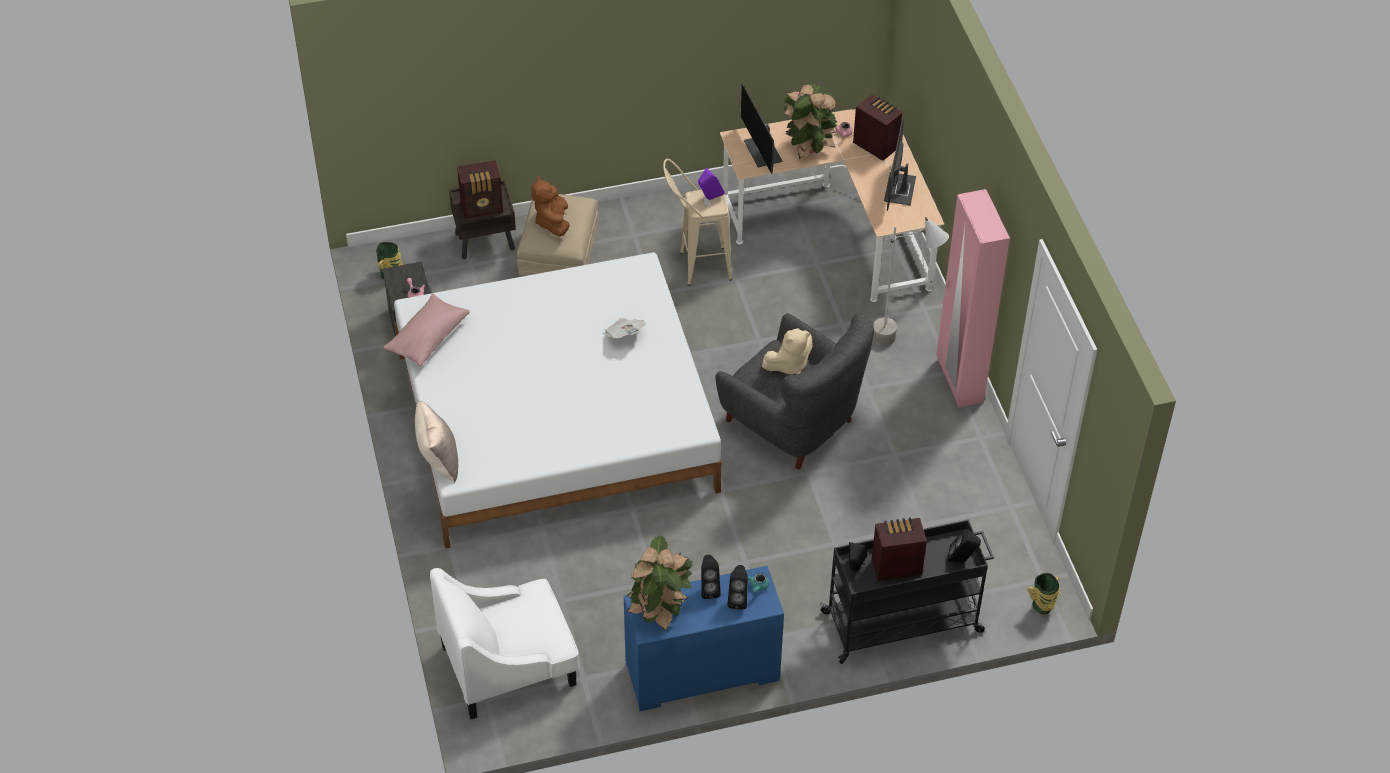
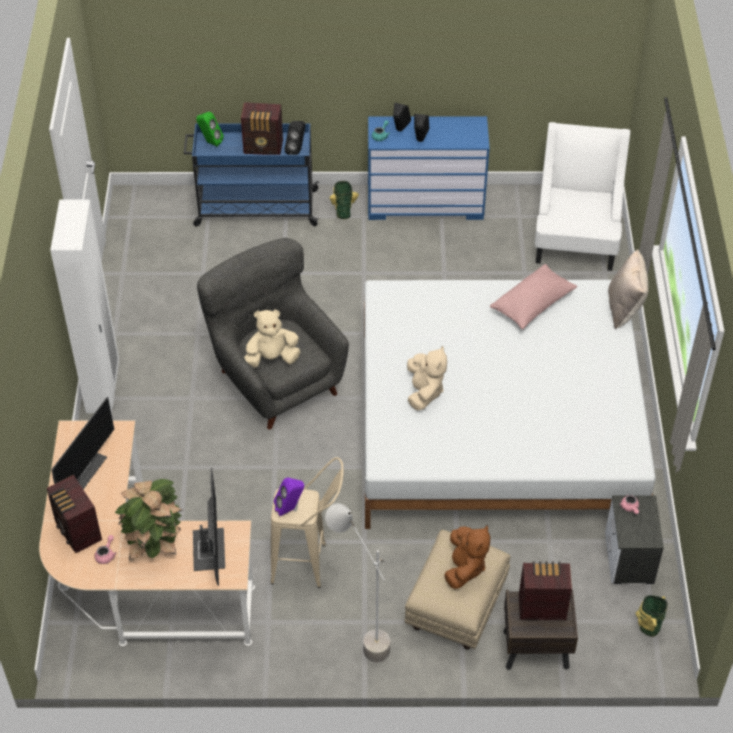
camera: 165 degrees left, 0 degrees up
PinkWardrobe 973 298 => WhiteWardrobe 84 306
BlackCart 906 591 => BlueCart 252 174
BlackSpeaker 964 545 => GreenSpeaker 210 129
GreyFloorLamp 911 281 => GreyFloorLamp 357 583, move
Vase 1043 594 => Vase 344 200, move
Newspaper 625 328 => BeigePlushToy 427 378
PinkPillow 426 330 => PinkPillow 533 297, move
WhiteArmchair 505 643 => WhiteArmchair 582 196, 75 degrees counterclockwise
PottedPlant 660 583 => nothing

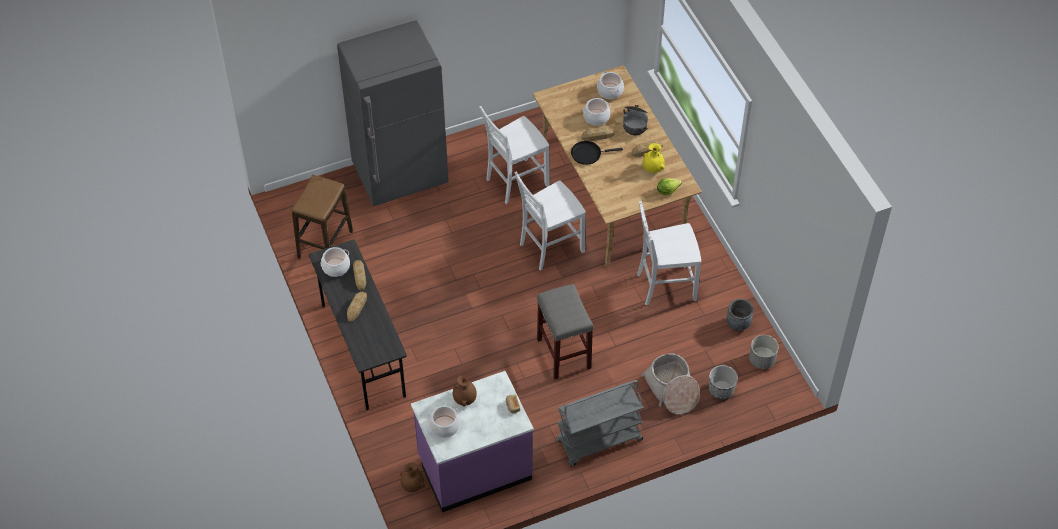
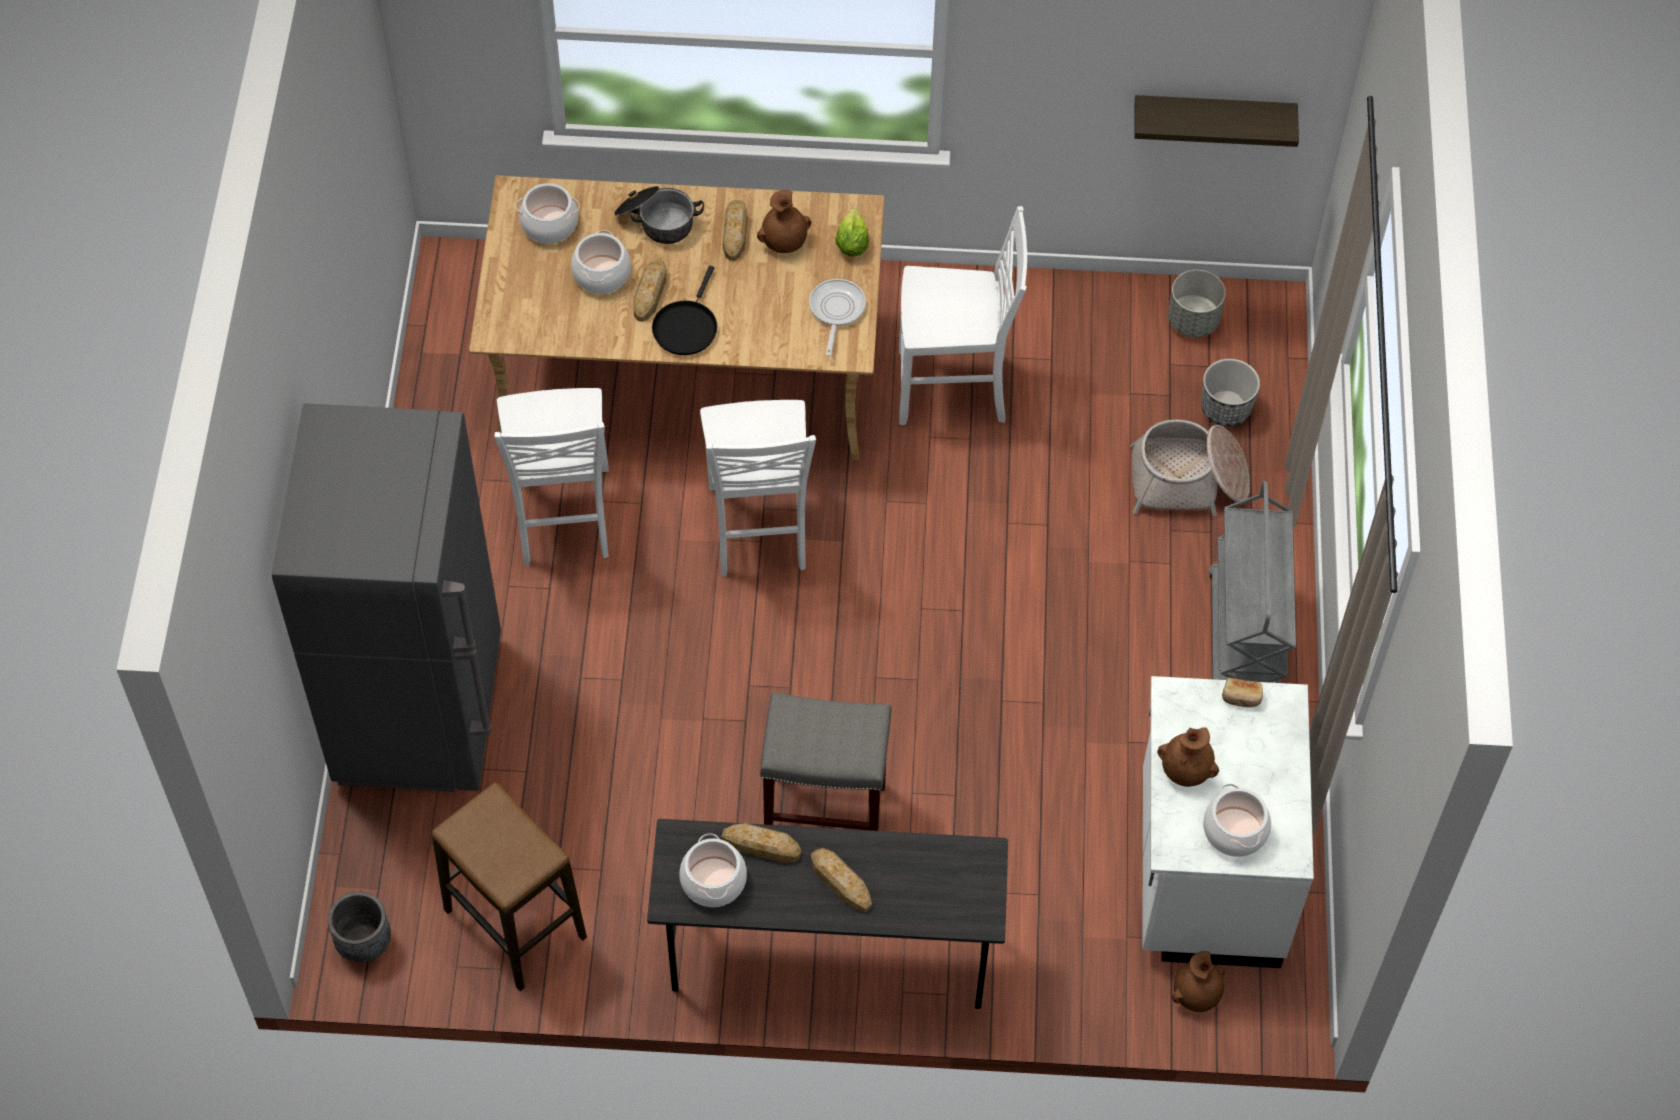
camera: 65 degrees left, 5 degrees up
GreyPlanter 740 315 => GreyPlanter 359 926, move
YellowVase 654 158 => BrownVase 784 221
GreyStool 565 331 => GreyStool 825 761, move
nothing => FryingPan 837 317
WhiteChair 669 253 => WhiteChair 963 315, 105 degrees counterclockwise
nothing => Shelf 1216 121
PurpleCounter 472 441 => WhiteCounter 1228 822

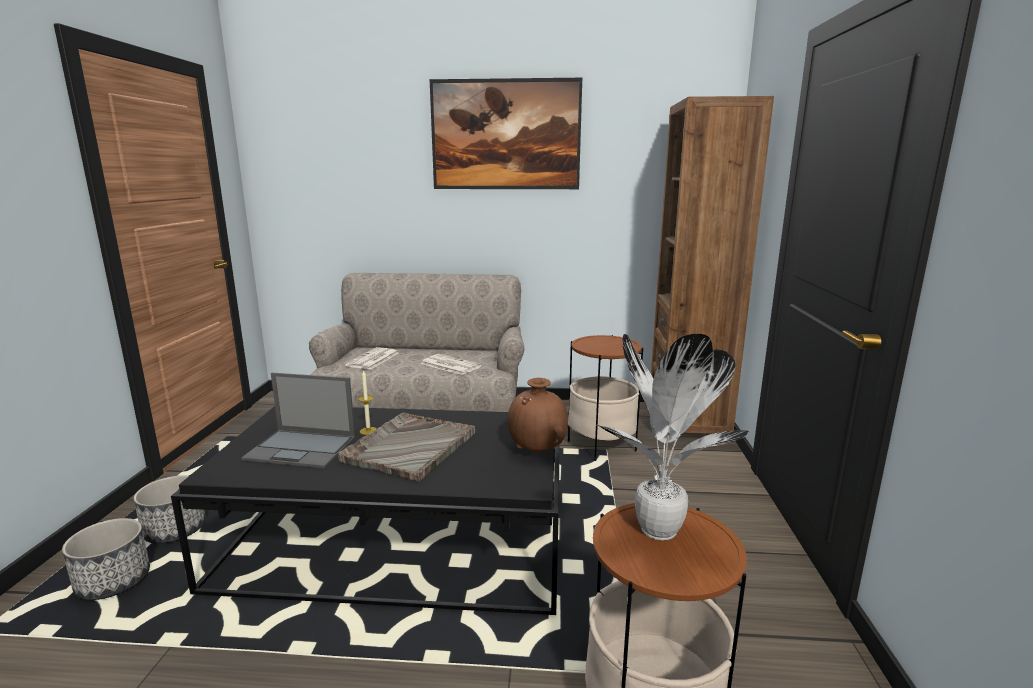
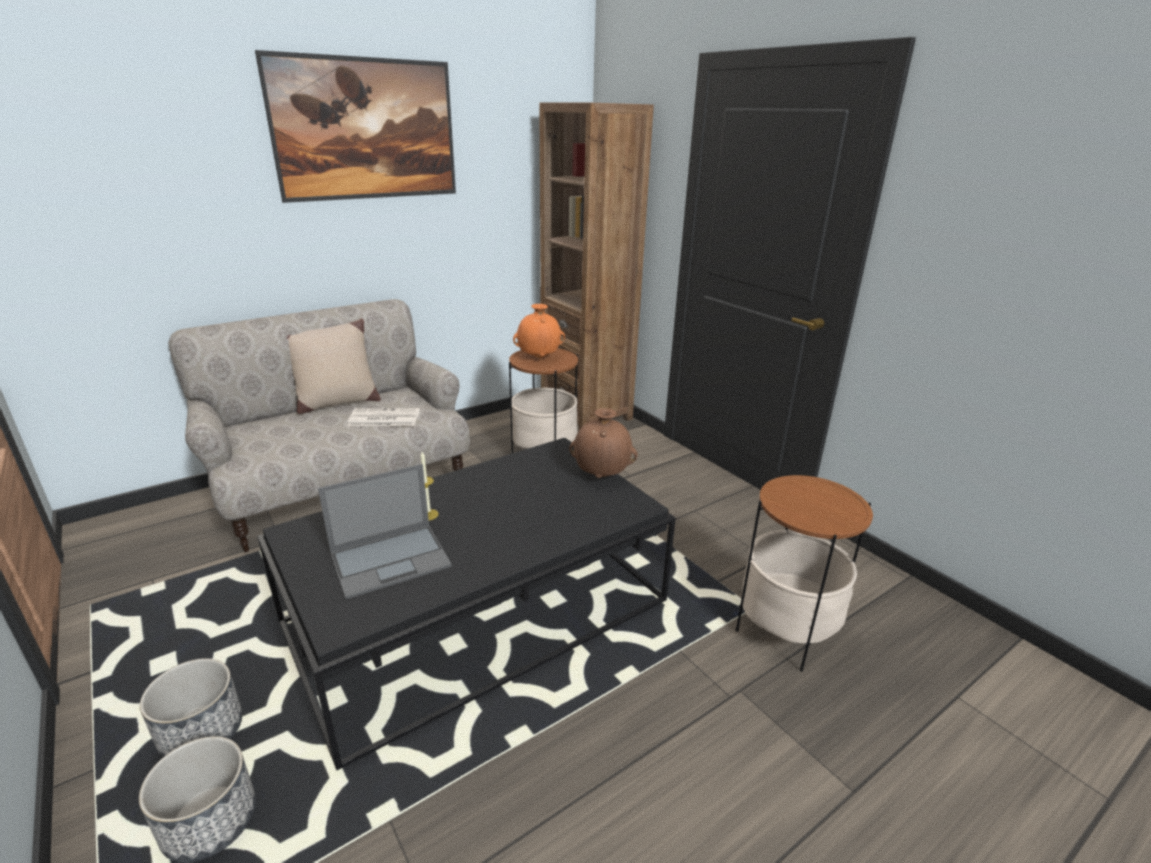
camera: 40 degrees left, 10 degrees up
nothing => BeigePillow 334 366
nothing => OrangeVase 539 331
GreyTray 406 447 => nothing
Newspaper 371 358 => nothing
PottedPlant 673 437 => nothing

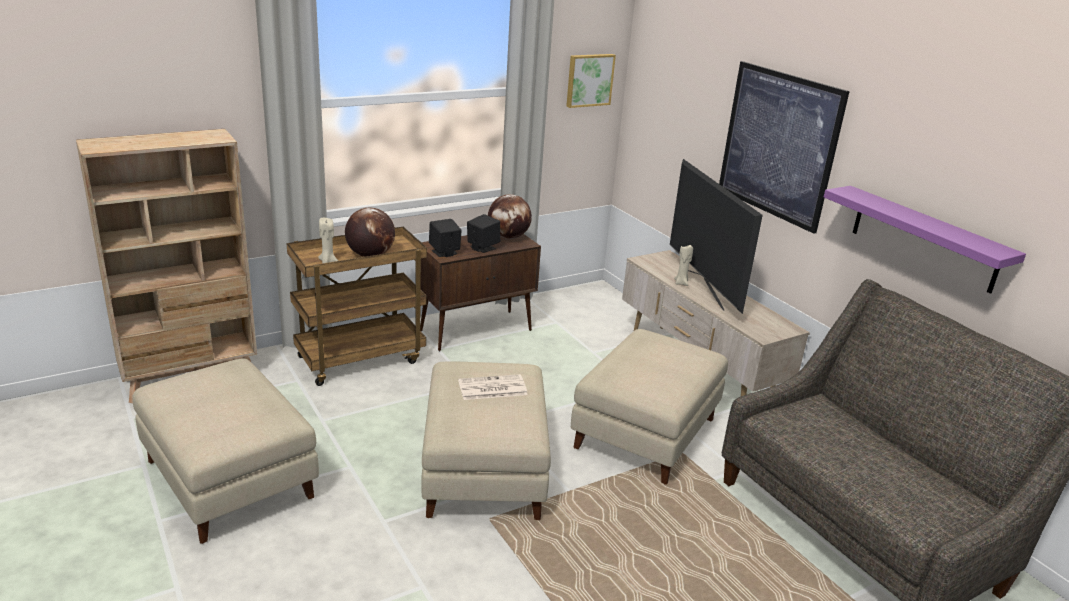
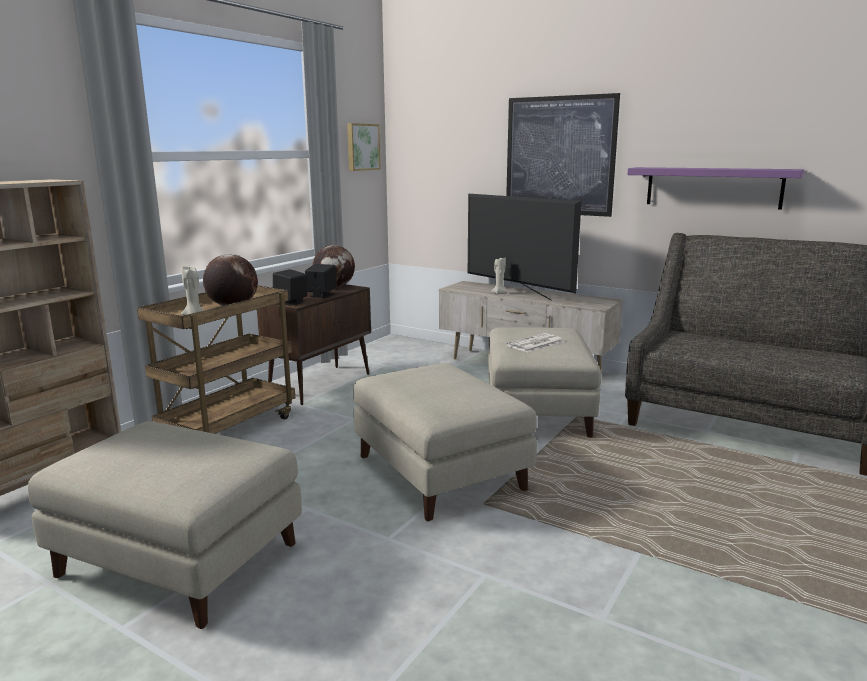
camera: 25 degrees left, 10 degrees down
Newspaper 493 387 => Newspaper 535 343, move

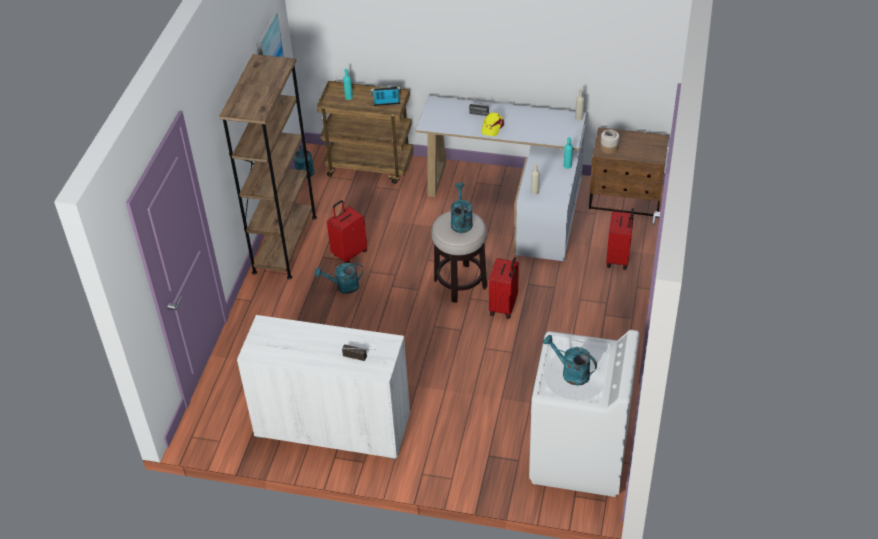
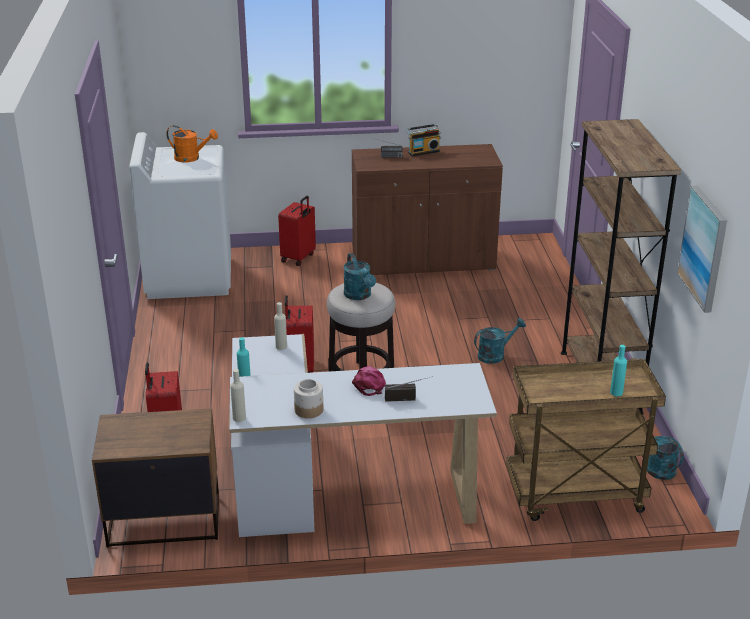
camera: 160 degrees right, 15 degrees down
TurquoiseWateringCan 570 360 => OrangeWateringCan 192 144
RedSuitcase 347 231 => RedSuitcase 297 231, move
Jar 609 141 => Jar 308 398, move
WhiteCabinet 323 387 => BrownCabinet 427 209
YellowCap 492 124 => PinkCap 369 381
Radio 386 95 => Radio 423 140, move

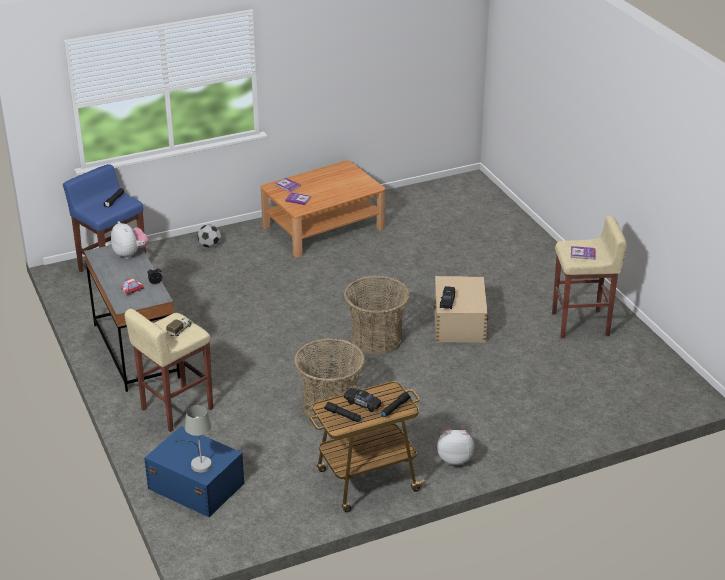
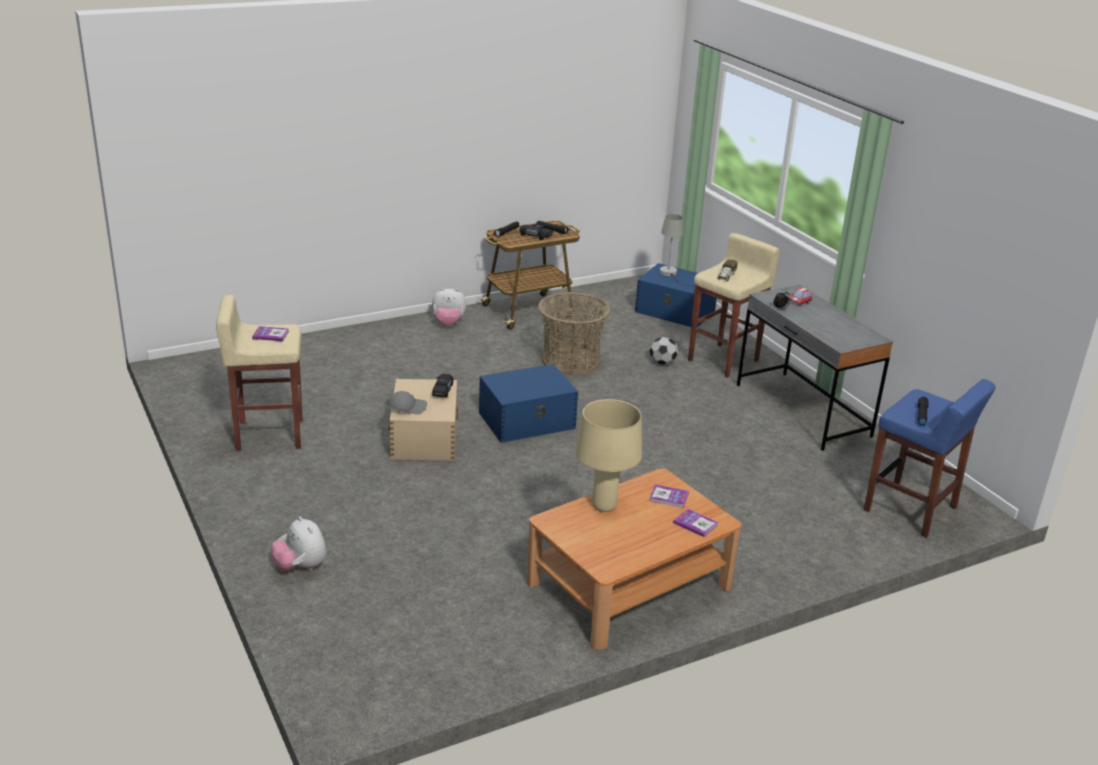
camera: 175 degrees right, 5 degrees down
PlushToy 130 240 => PlushToy 298 543, move
nothing => GreyCap 407 403
Basket 377 315 => BlueStorageBox 528 403
nothing => BeigeTableLamp 608 455
Football 209 236 => Football 664 351, move

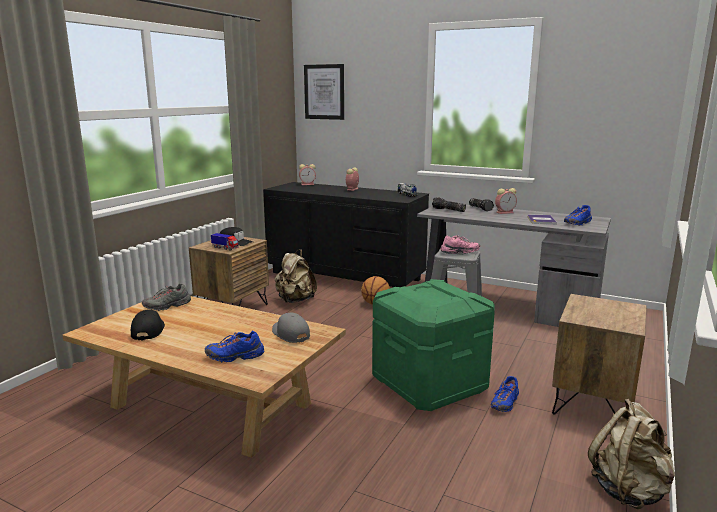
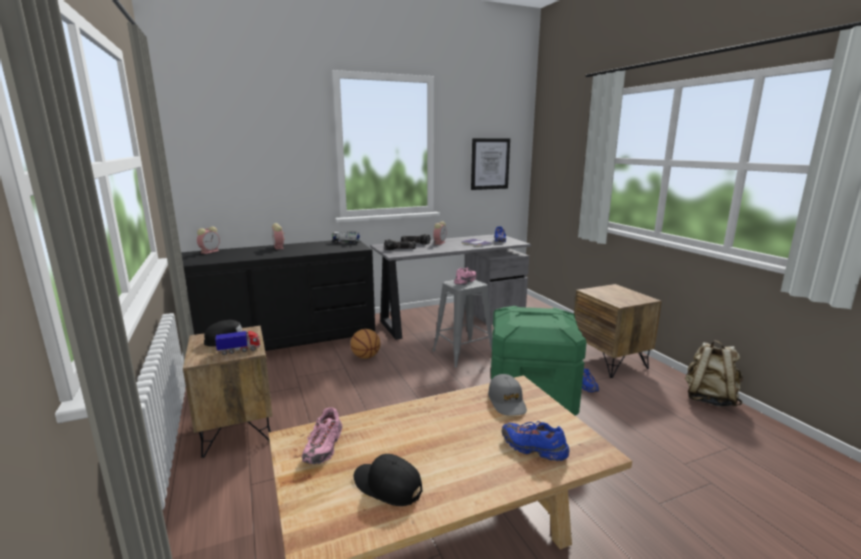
camera: 50 degrees left, 0 degrees up
GreyShoe 166 297 => PinkShoe 322 435
Picture 324 92 => Picture 490 164, move
GreyCap 291 328 => GreyCap 507 394, 105 degrees counterclockwise
BlueShoe 234 346 => BlueShoe 536 441, 90 degrees clockwise
BeigeBackpack 295 276 => nothing

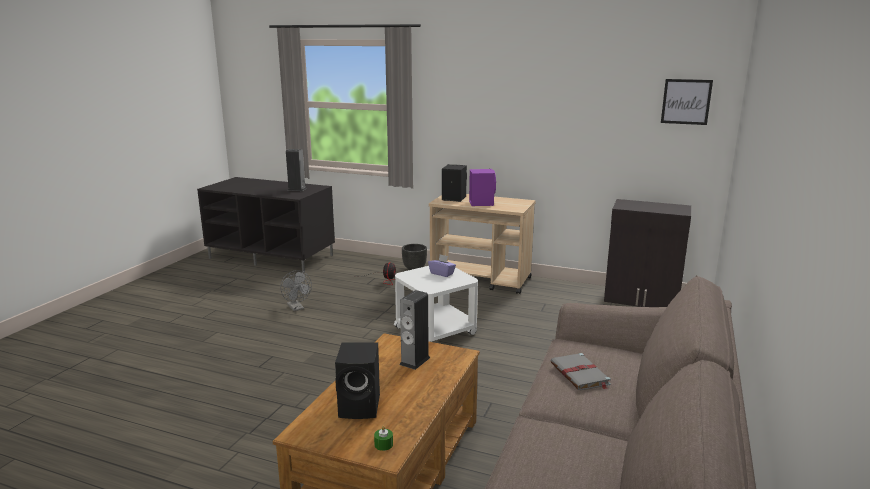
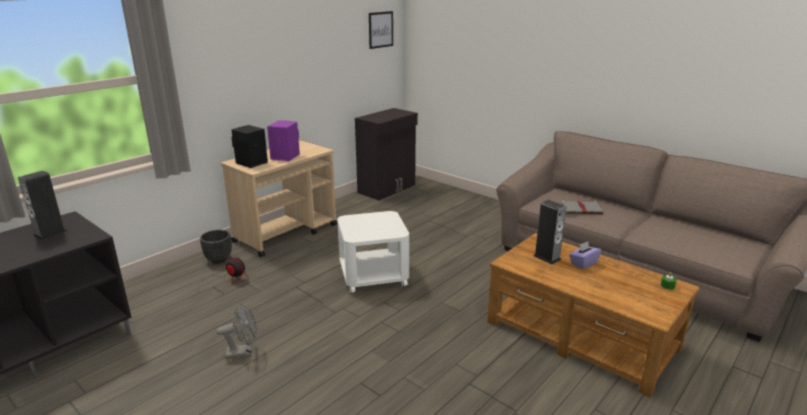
camera: 70 degrees left, 5 degrees up
PurpleTissueBox 442 265 => PurpleTissueBox 585 255, move
BlackSpeaker 357 380 => nothing

